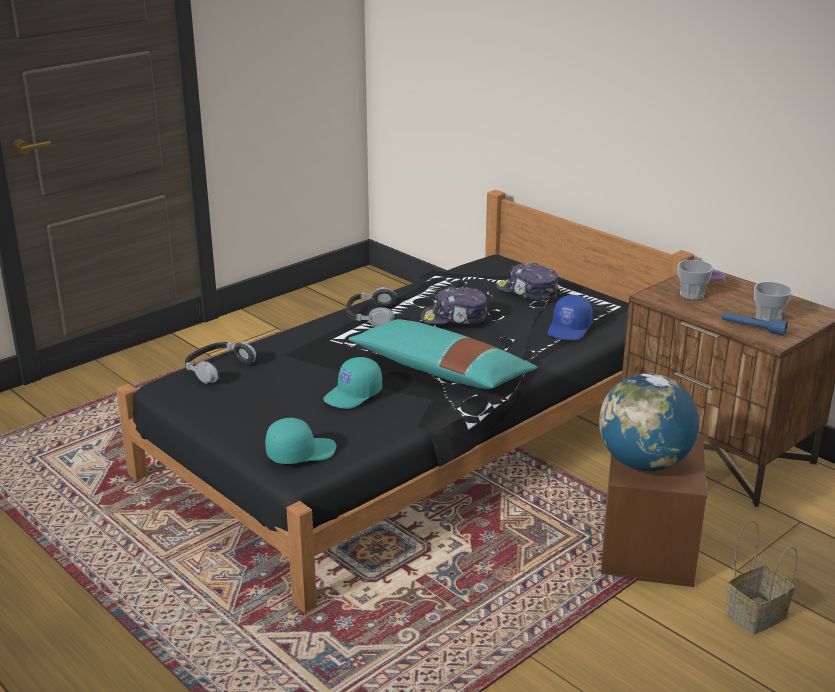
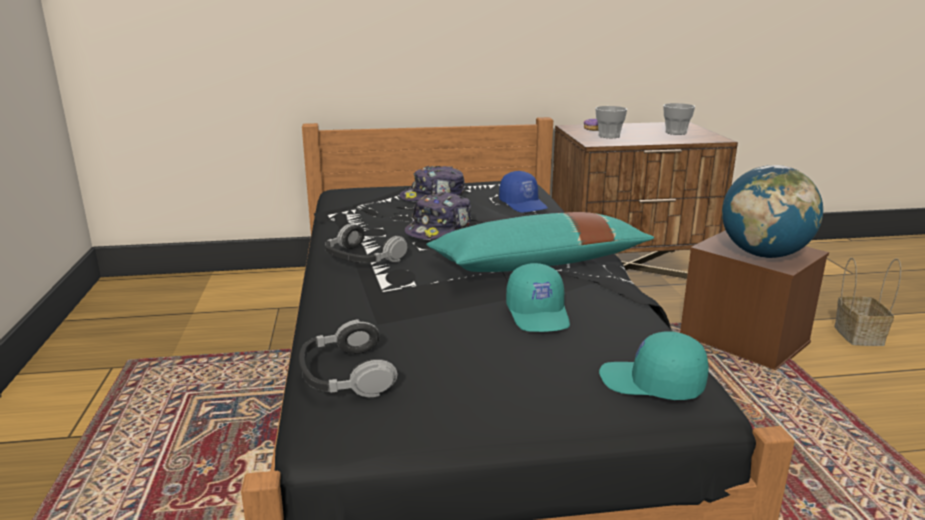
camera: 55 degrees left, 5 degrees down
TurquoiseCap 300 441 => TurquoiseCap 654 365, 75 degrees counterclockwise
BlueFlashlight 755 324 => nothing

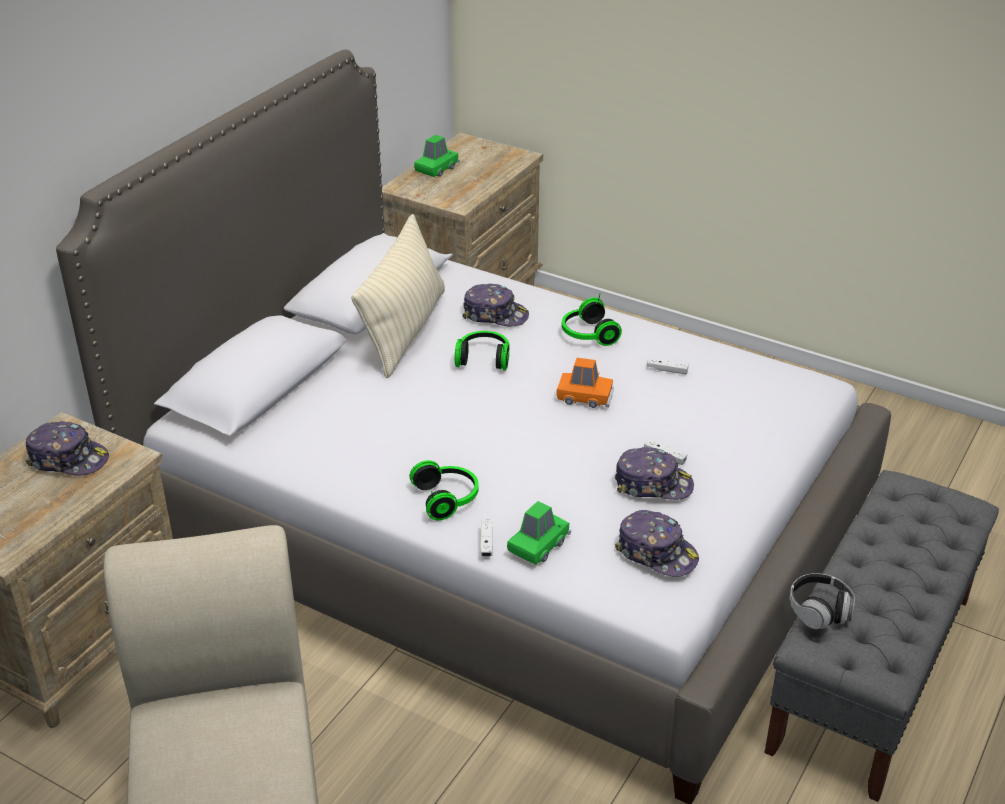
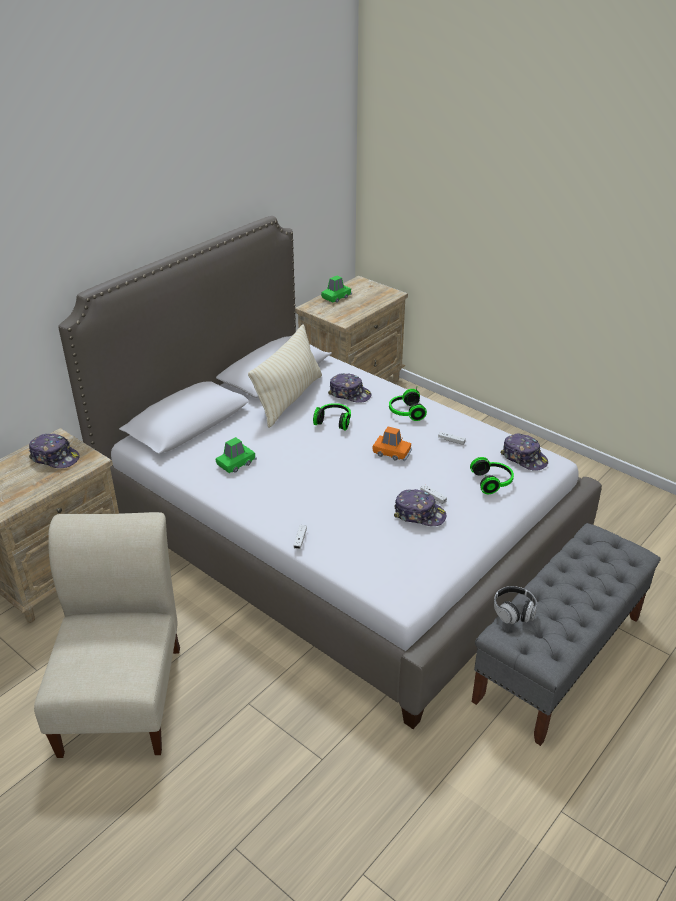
camera: 10 degrees right, 0 degrees up
GreenToyCar 539 533 => GreenToyCar 236 455, move
Headphones 444 490 => Headphones 492 475, move
Cap 657 543 => Cap 524 452, move

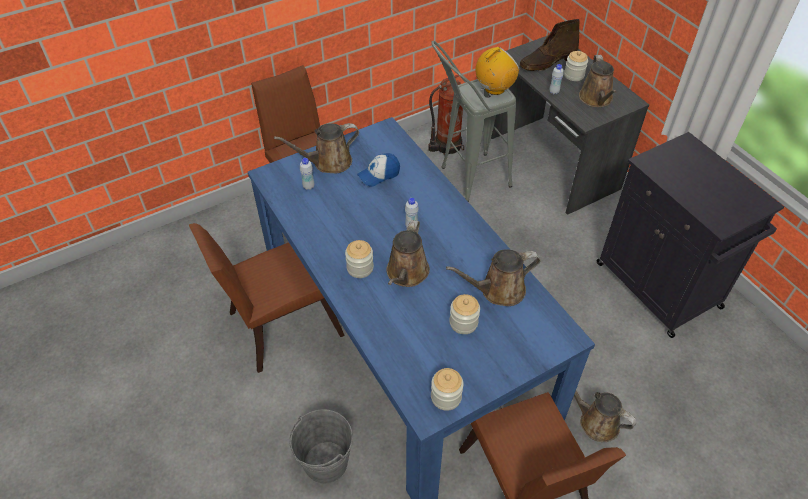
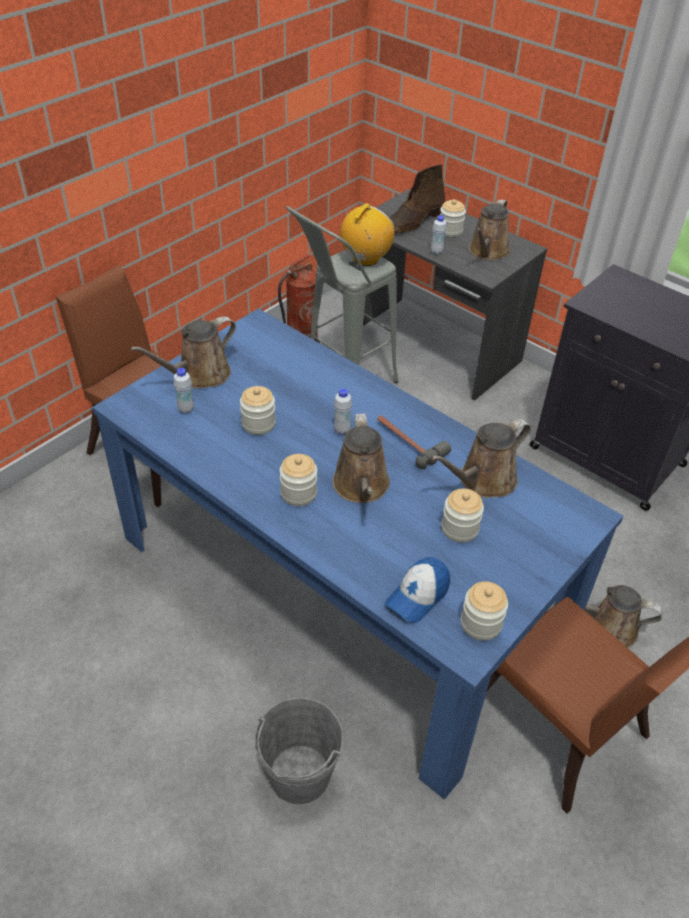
camera: 20 degrees left, 5 degrees down
nothing => Jar 258 410
nothing => Hammer 414 442
Cap 378 170 => Cap 417 590, move
BrownWateringCan 597 81 => BrownWateringCan 489 229, 45 degrees clockwise
BrownChair 267 298 => nothing

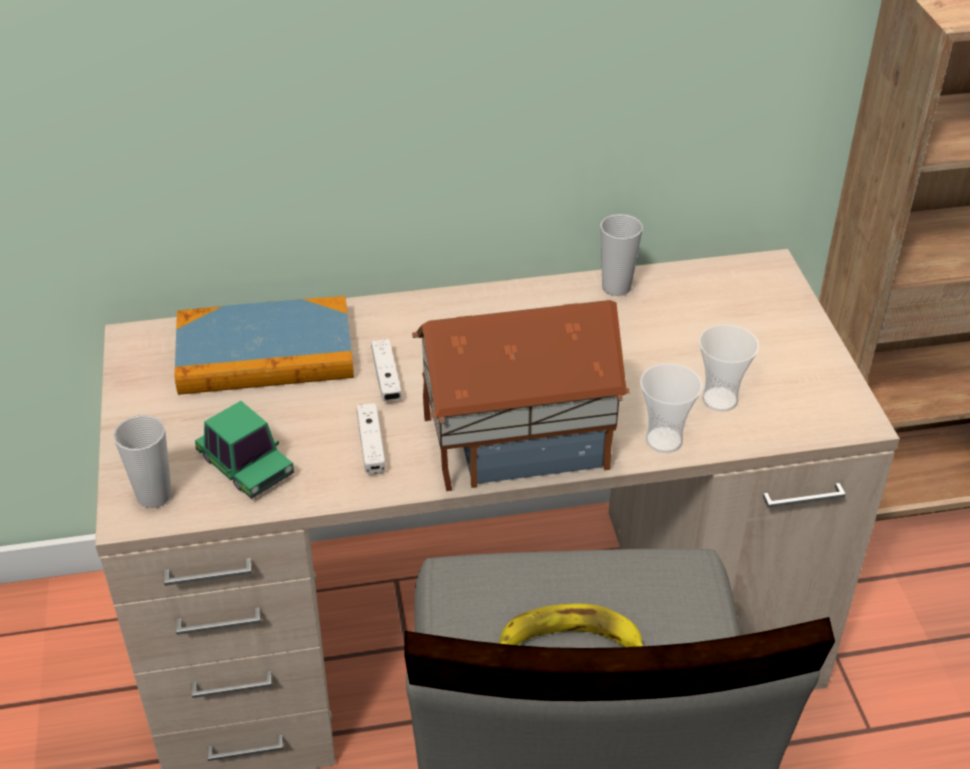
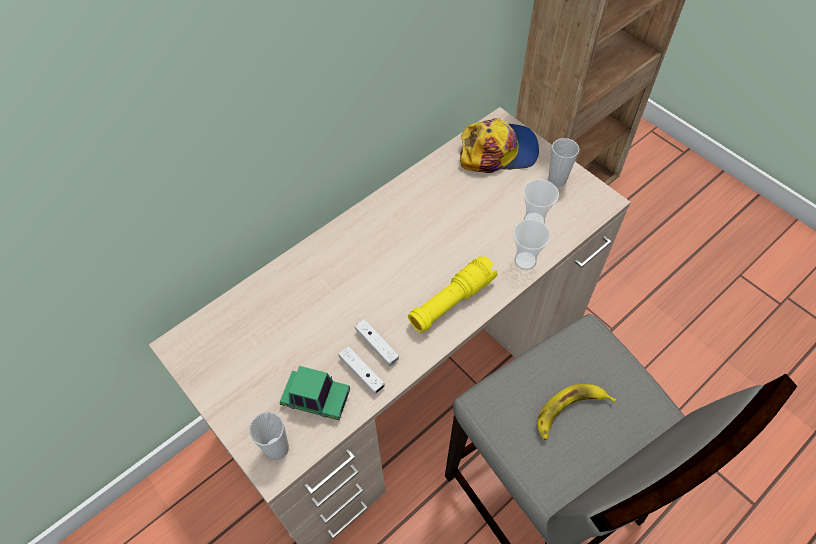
camera: 30 degrees left, 15 degrees up
WhiteGameController 386 370 => WhiteGameController 362 370, move
ToyHouse 521 395 => YellowFlashlight 452 294
nothing => Cap 499 145
Cup 621 255 => Cup 564 162, move
Book 264 345 => nothing

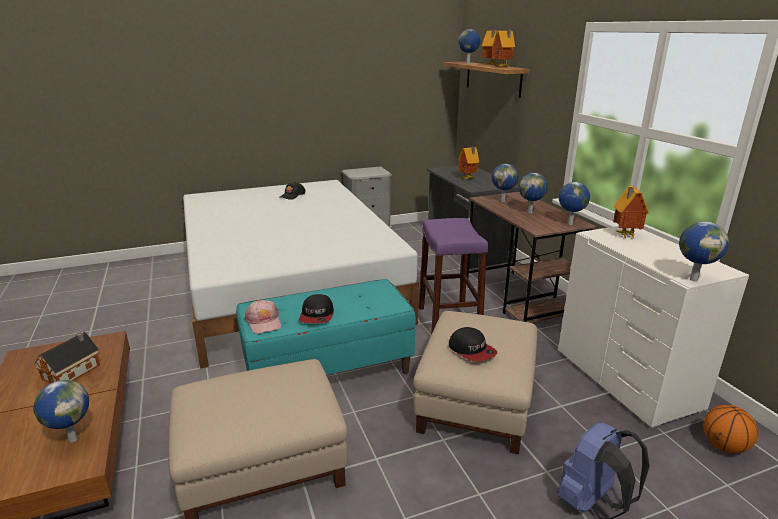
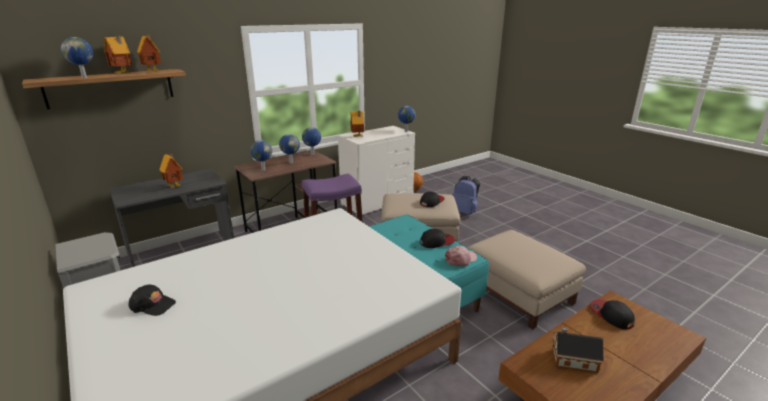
camera: 105 degrees left, 0 degrees up
Globe 61 411 => Cap 612 314

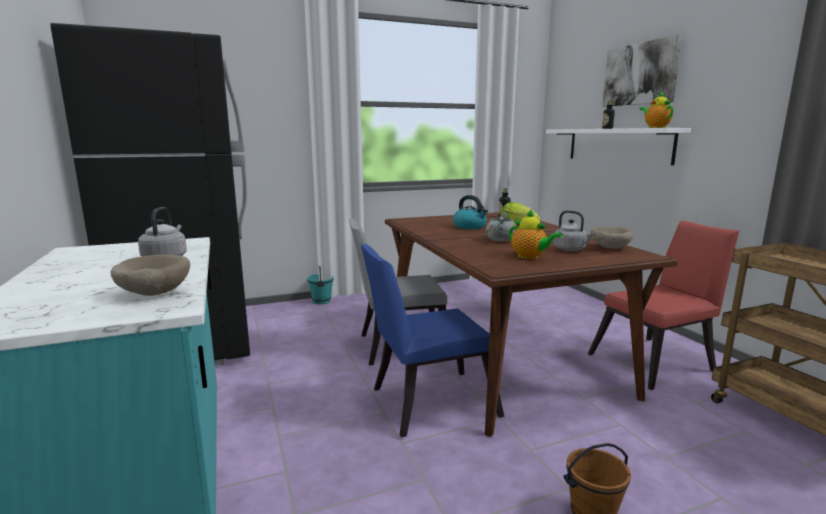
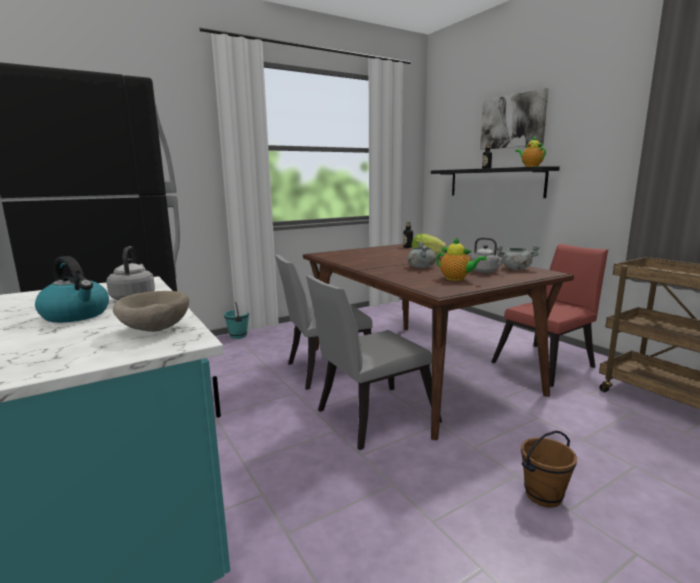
camera: 10 degrees left, 0 degrees up
Kettle 470 212 => Kettle 72 289, move
BlueChair 432 341 => GreyChair 374 362
WhiteShelf 618 146 => BlackShelf 495 182
BeigeBowl 612 237 => GreyCookingPot 518 257

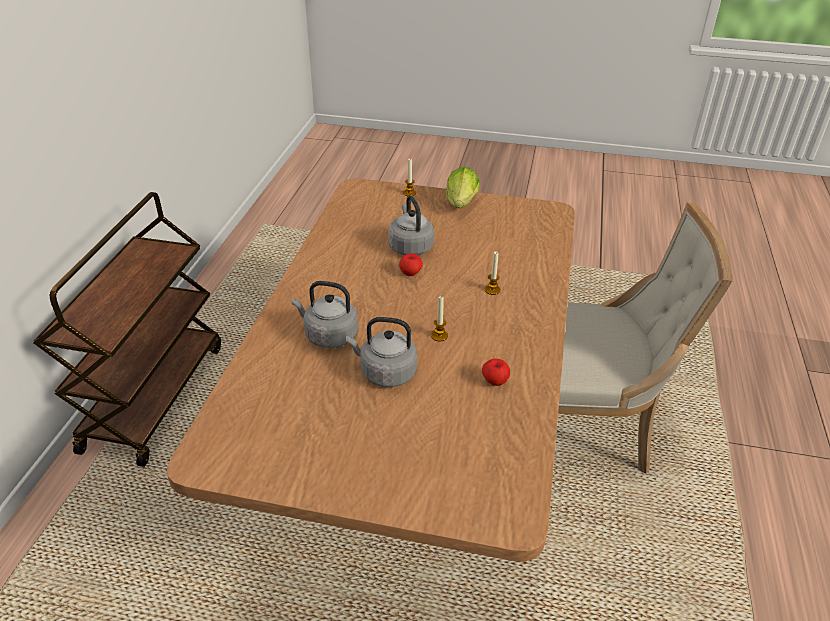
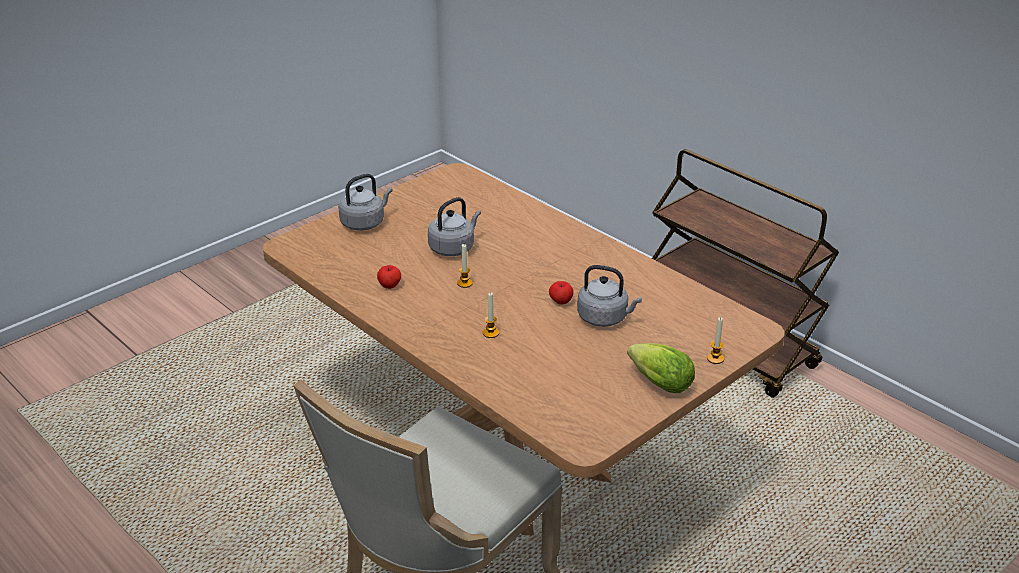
camera: 125 degrees right, 5 degrees down
GreyKettle 325 314 => GreyKettle 365 202, move

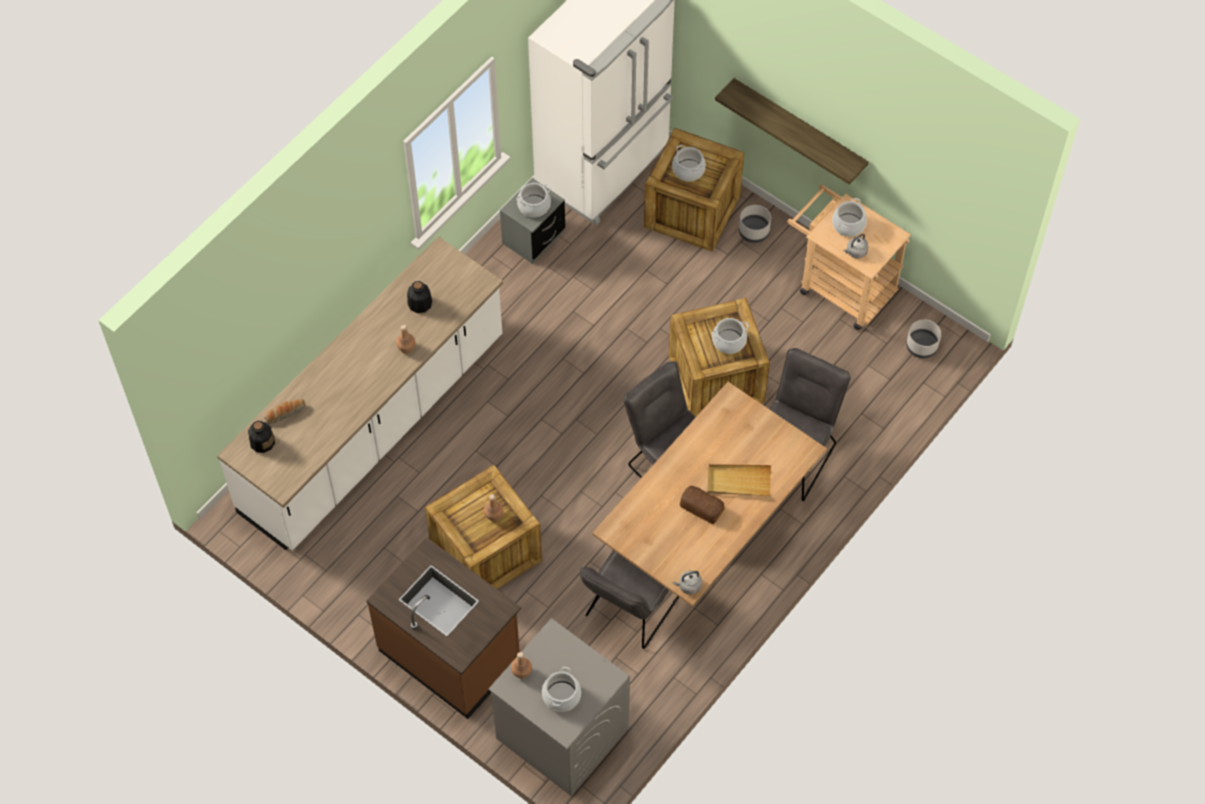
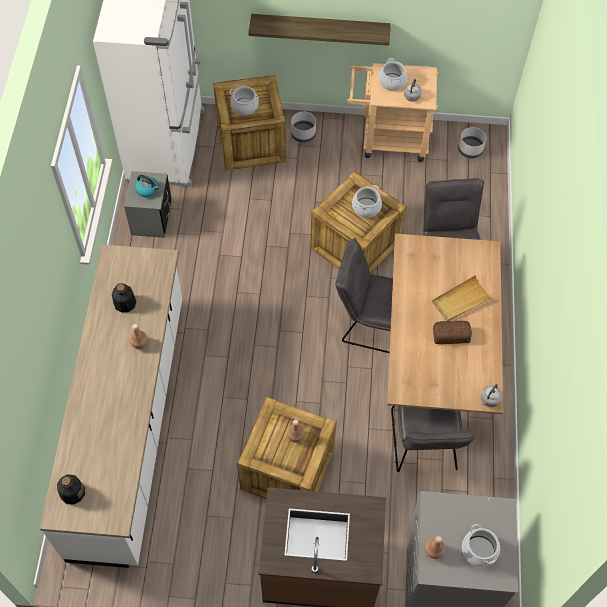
camera: 35 degrees left, 0 degrees up
CookingPot 533 200 => Kettle 147 186
Bread 285 411 => nothing

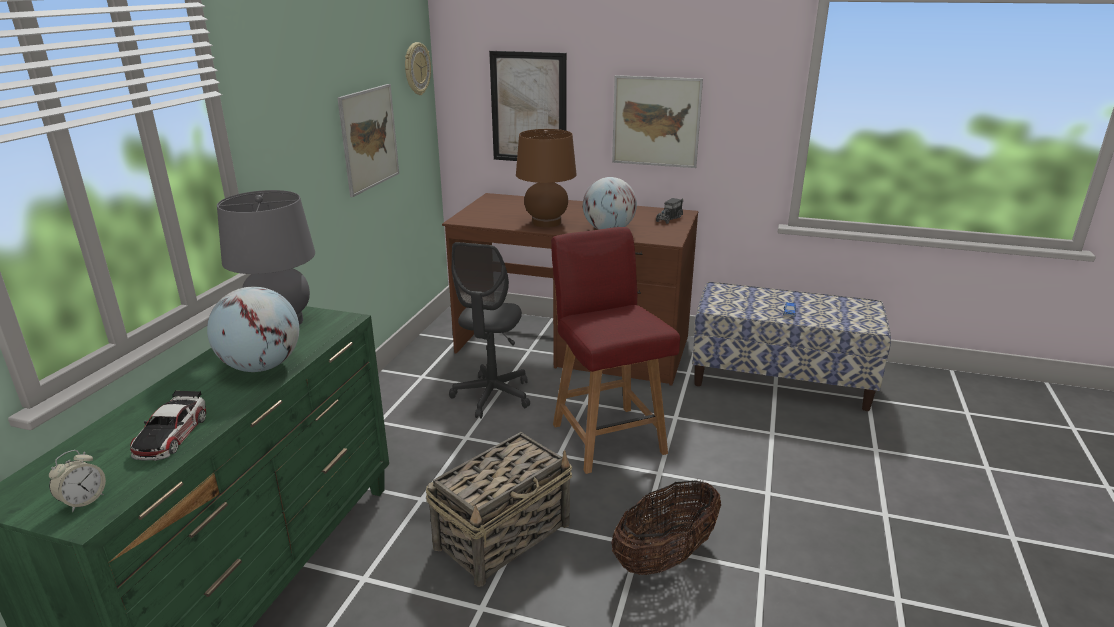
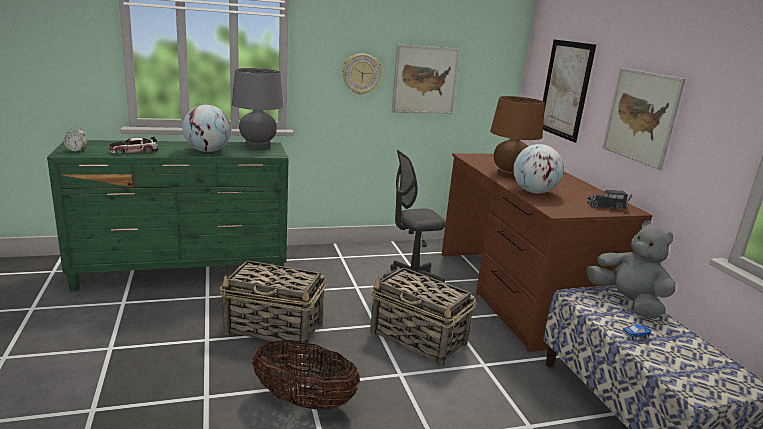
camera: 55 degrees right, 5 degrees down
WallClock 418 68 => WallClock 362 74, move
RedChair 615 350 => Basket 423 317
nothing => GreyPlushToy 631 269

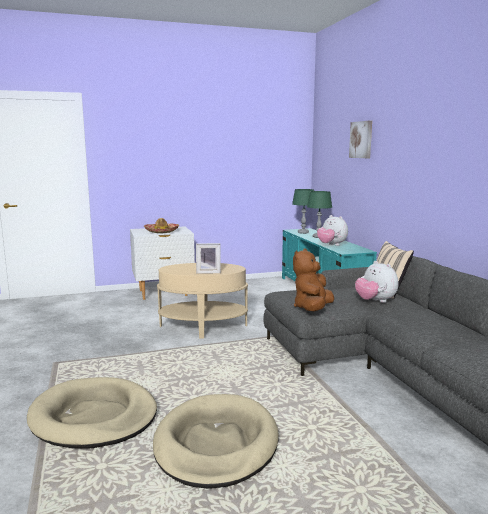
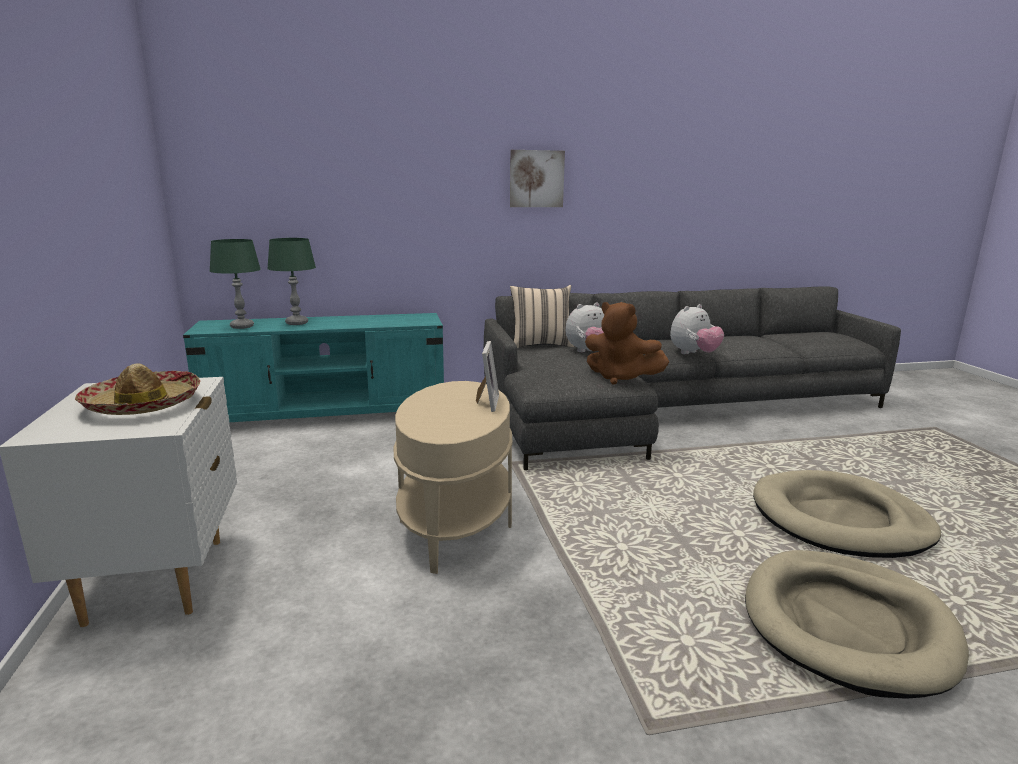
camera: 85 degrees left, 5 degrees up
Picture 360 139 => Picture 537 178, move
PlushToy 332 230 => PlushToy 697 329, move

